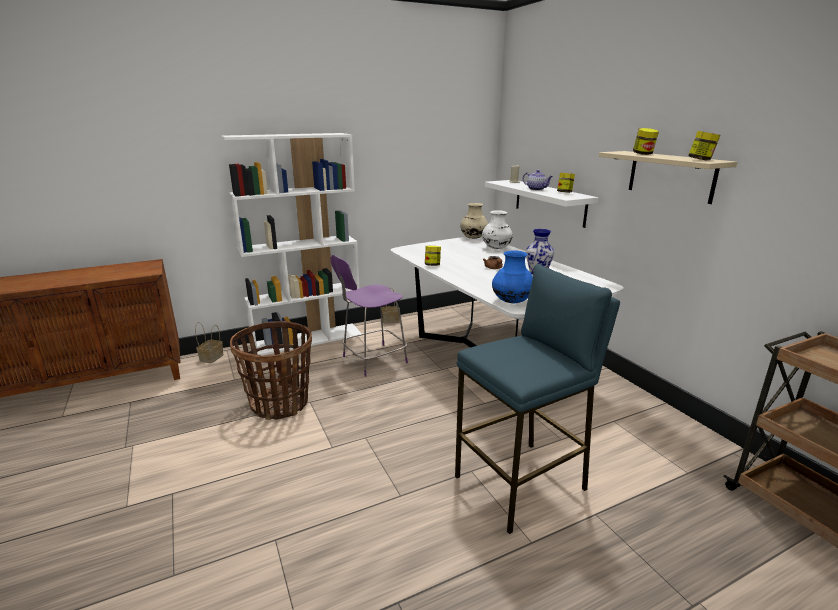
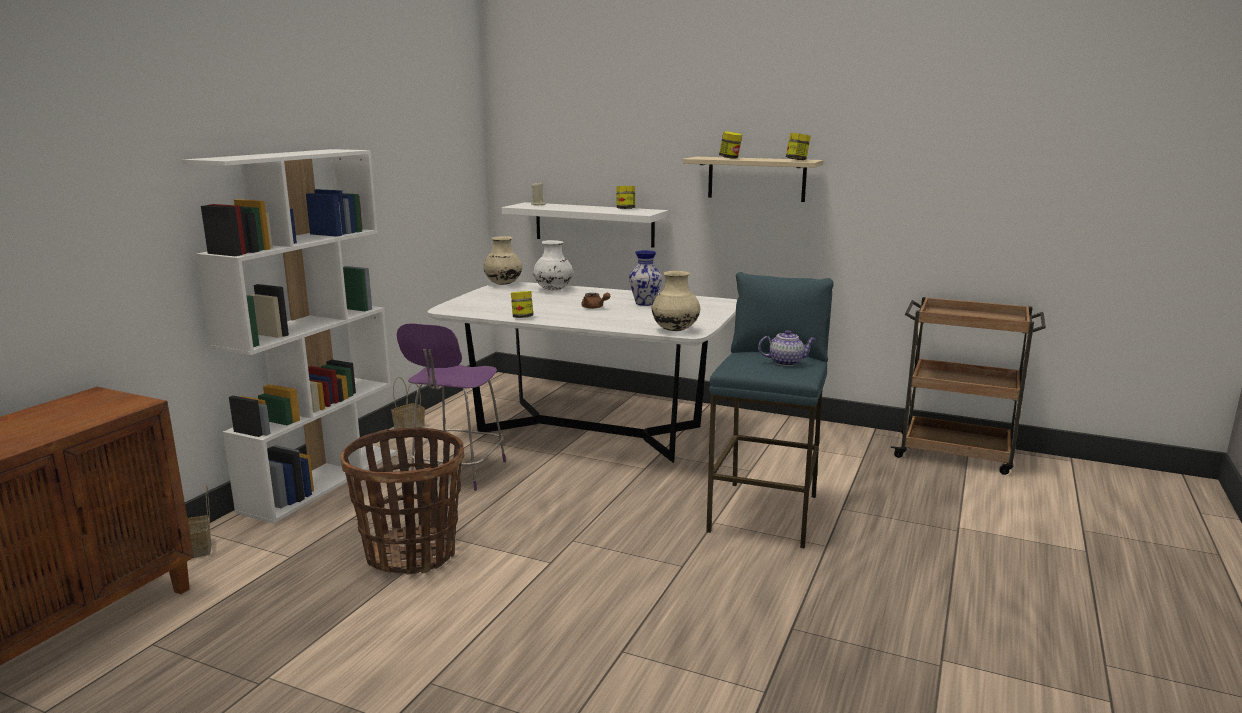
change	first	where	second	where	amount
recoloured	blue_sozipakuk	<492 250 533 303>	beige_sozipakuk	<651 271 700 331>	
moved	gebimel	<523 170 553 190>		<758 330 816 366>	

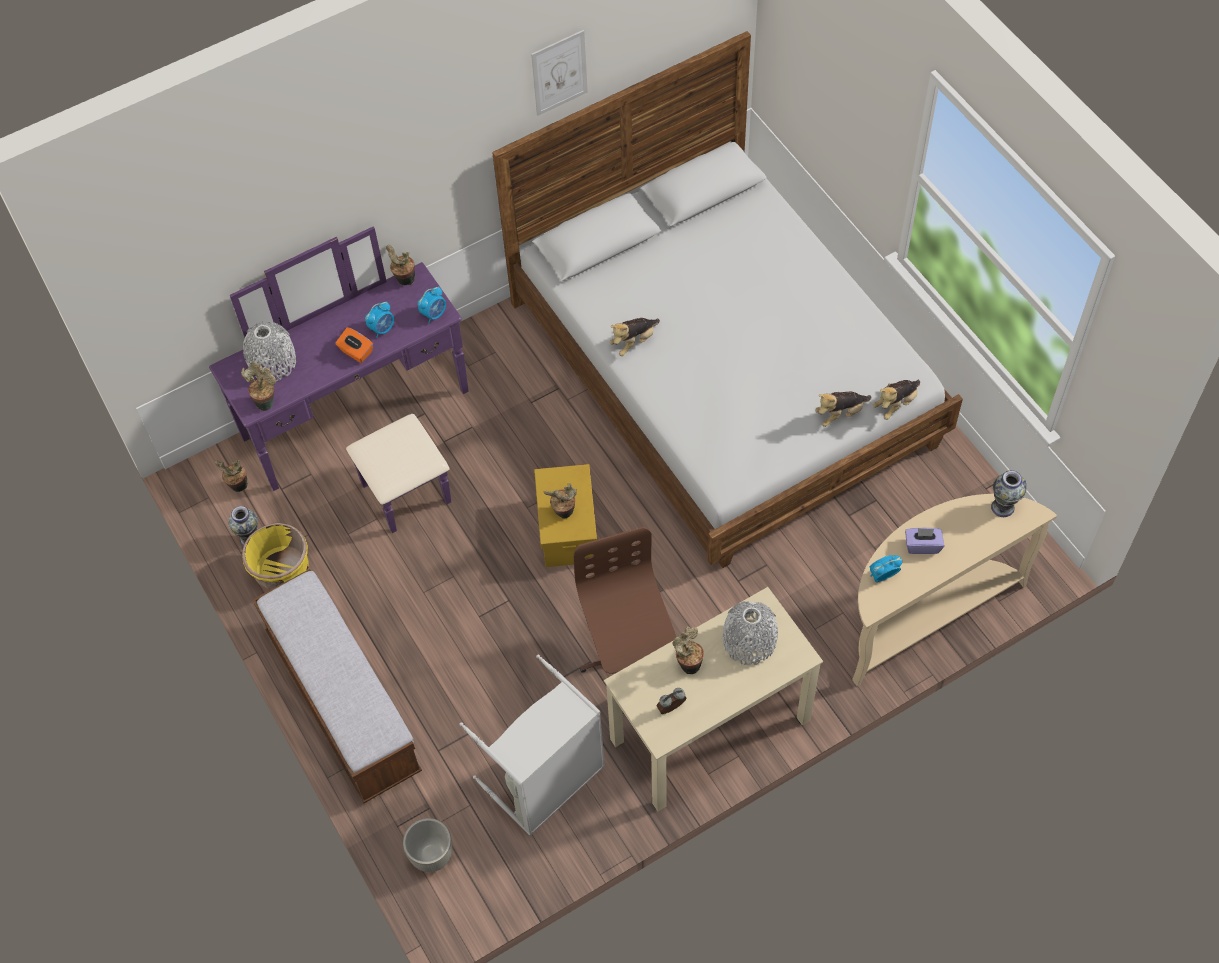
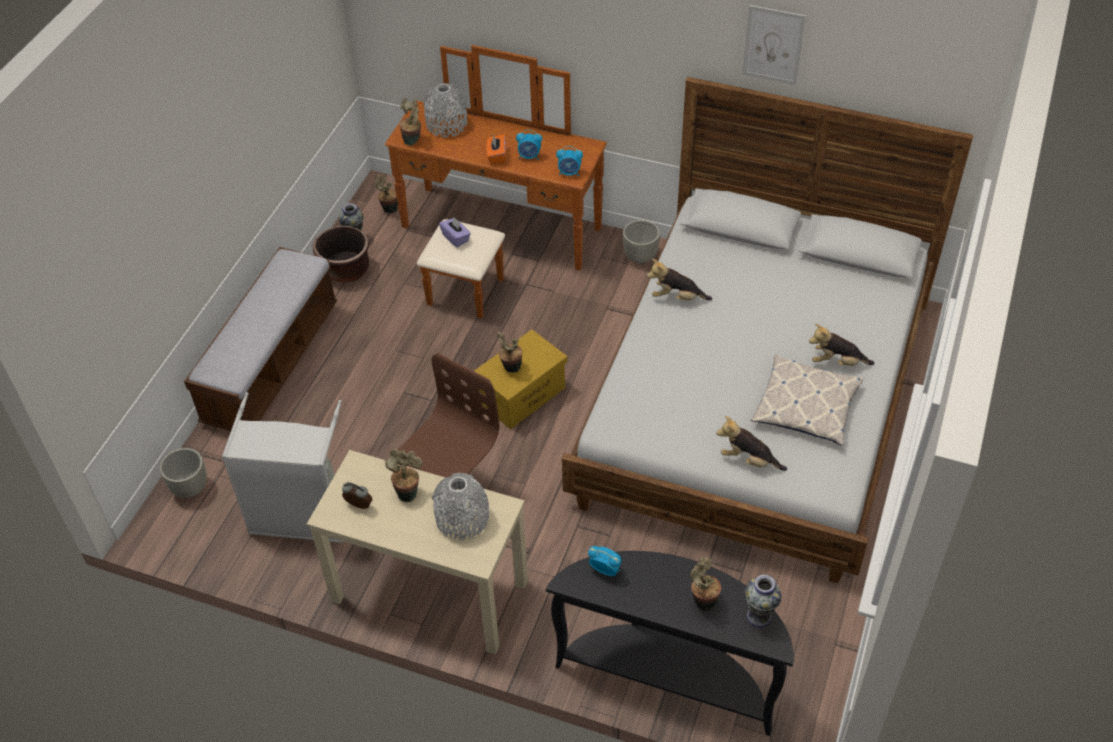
change	first	where	second	where	amount
recoloured	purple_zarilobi	<209 226 469 533>	brown_zarilobi	<385 45 607 319>	
recoloured	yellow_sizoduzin	<242 523 308 590>	brown_sizoduzin	<313 226 369 283>	
moved	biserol	<386 245 415 285>		<691 557 721 611>	
recoloured	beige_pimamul	<852 494 1057 686>	black_pimamul	<546 551 794 736>	
moved	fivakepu	<873 380 920 420>		<809 324 874 366>	
moved	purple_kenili	<905 528 944 554>		<439 217 471 247>	
added			grey_sizoduzin	<623 220 660 263>	
added			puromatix	<751 354 864 446>	

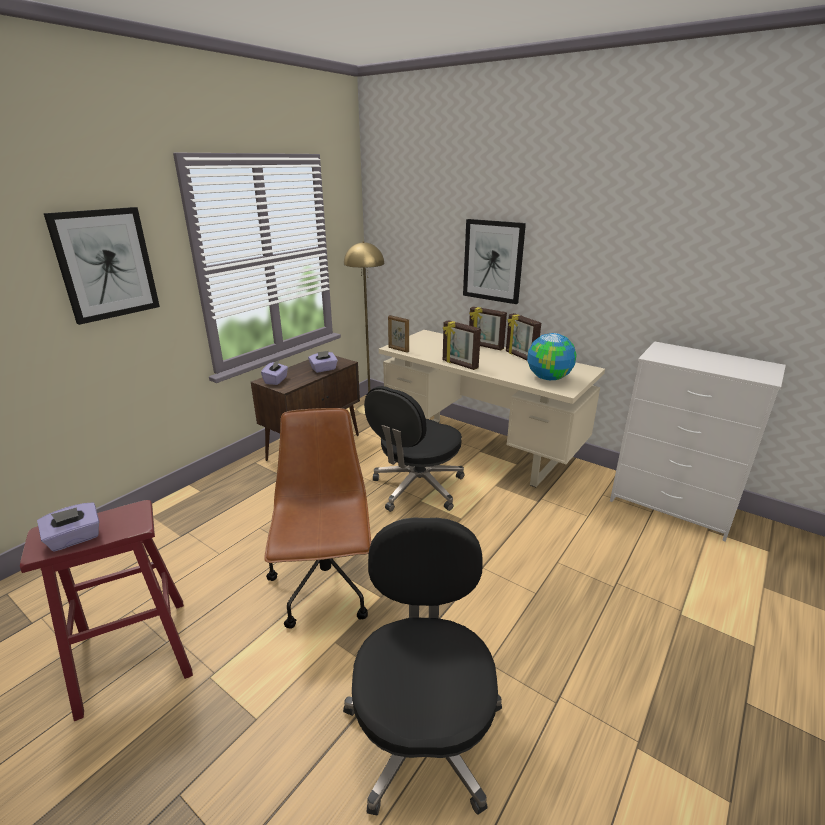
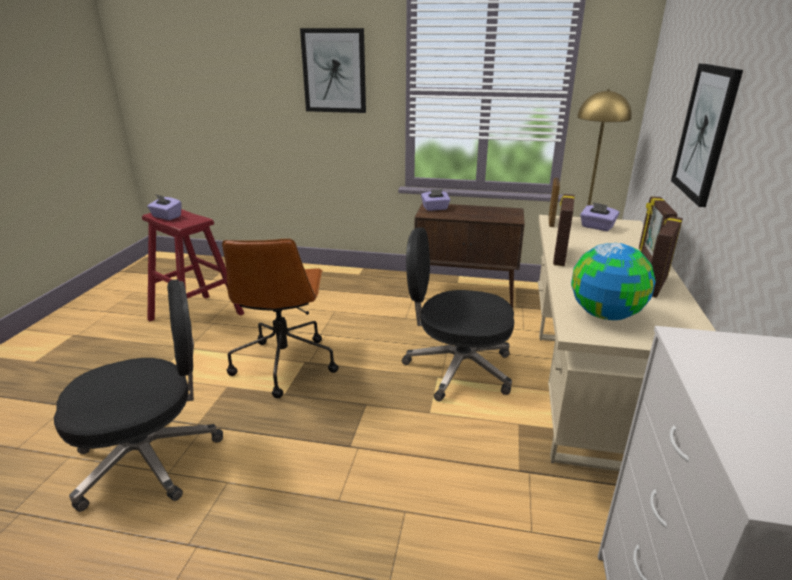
change	first	where	second	where	amount
turned	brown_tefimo	<264 408 371 629>		<222 238 338 398>	120 degrees clockwise
moved	purple_kenili	<308 351 338 373>		<580 202 620 231>	

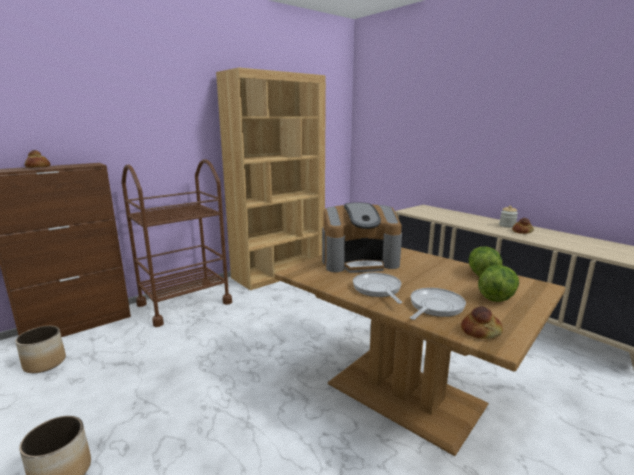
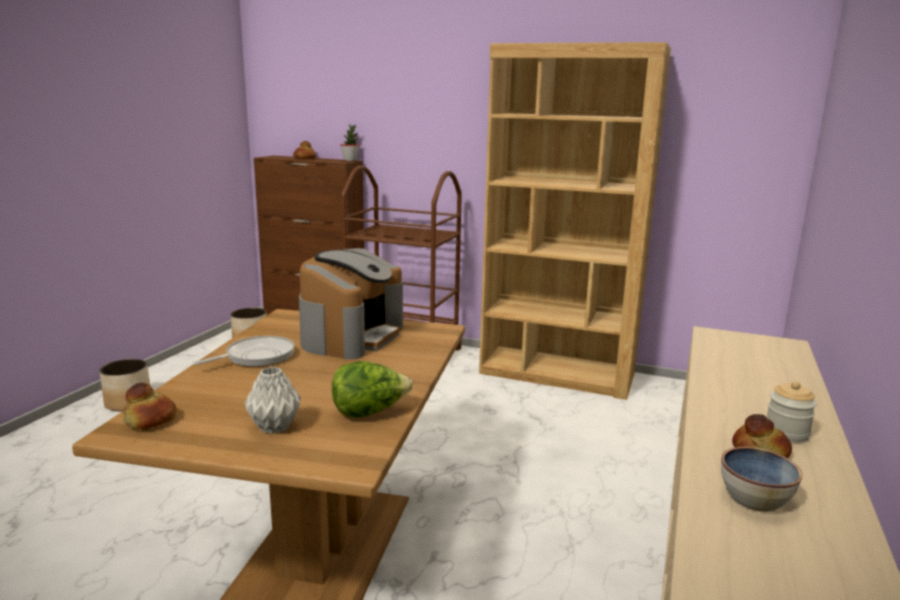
change	first	where	second	where	amount
turned	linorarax	<322 202 402 273>		<299 248 403 360>	120 degrees counterclockwise
removed	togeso	<410 288 466 320>			
replaced	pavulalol	<478 265 519 302>	grey_sozipakuk	<244 367 301 434>	
added			biserol	<340 124 359 161>	
added			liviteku	<721 447 802 512>	

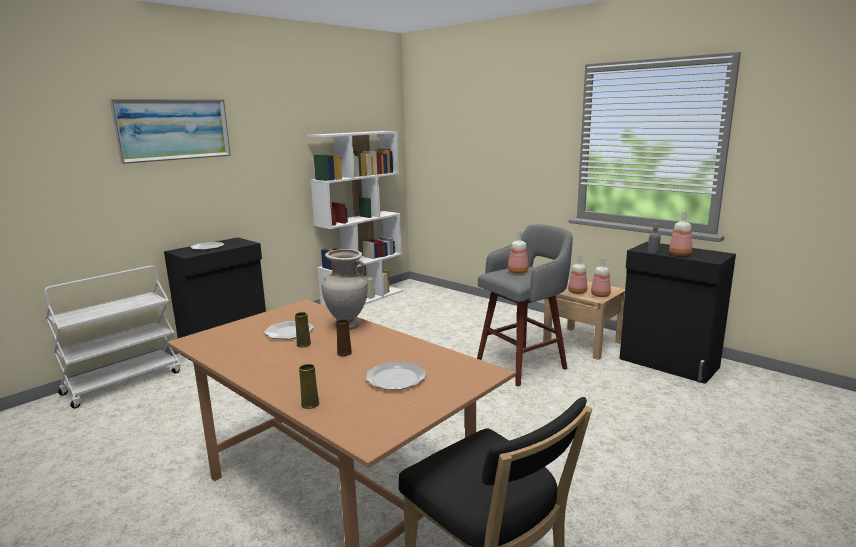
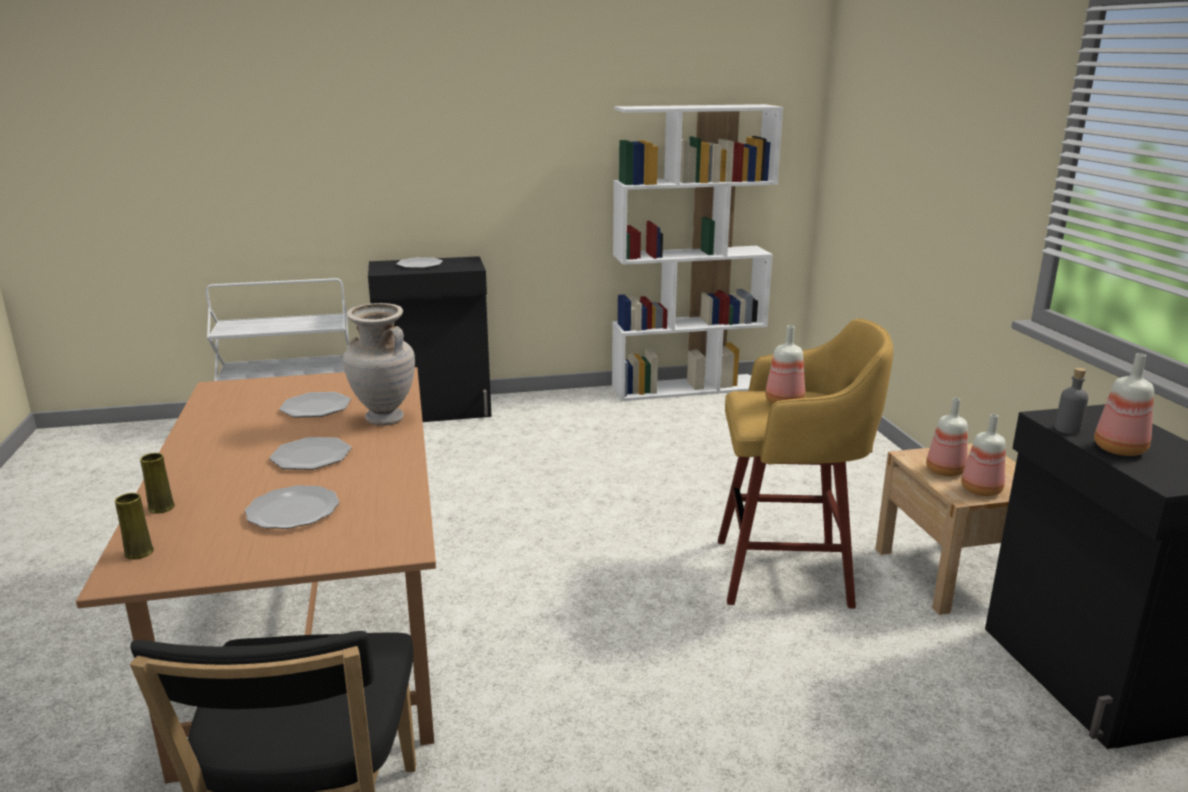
change	first	where	second	where	amount
removed	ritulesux	<110 99 231 164>			
moved	yellow_sozipakuk	<295 312 311 347>		<115 493 154 560>	
replaced	brown_sozipakuk	<336 319 352 356>	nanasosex	<269 437 352 470>	
recoloured	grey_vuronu	<477 225 573 386>	yellow_vuronu	<718 318 893 608>	

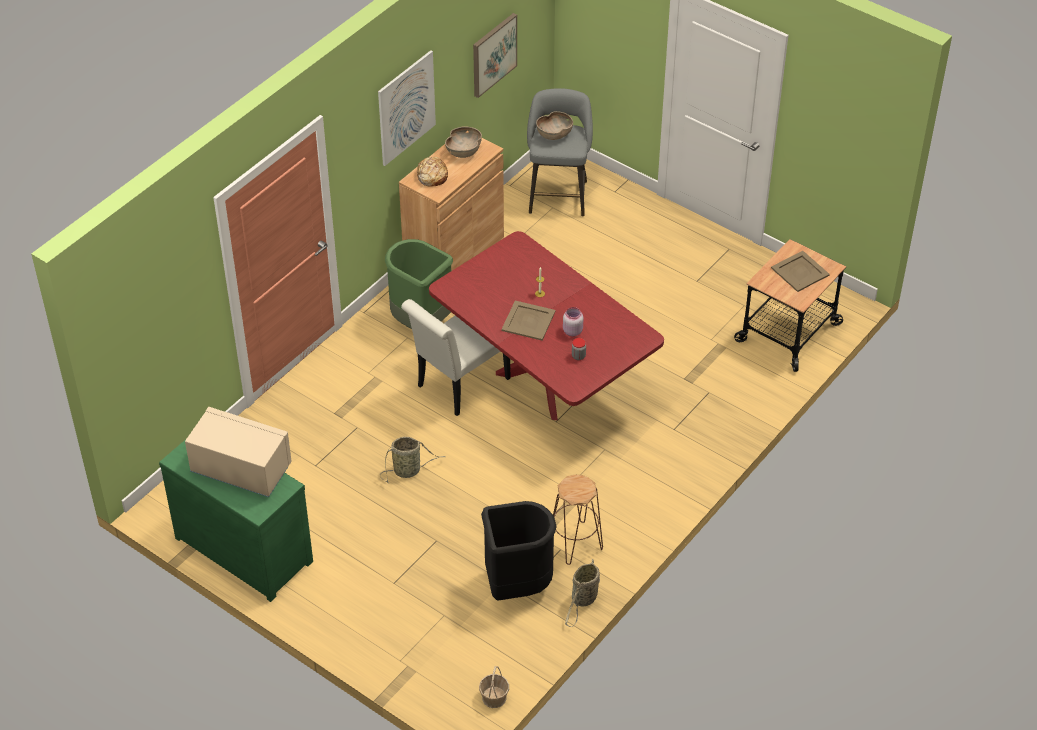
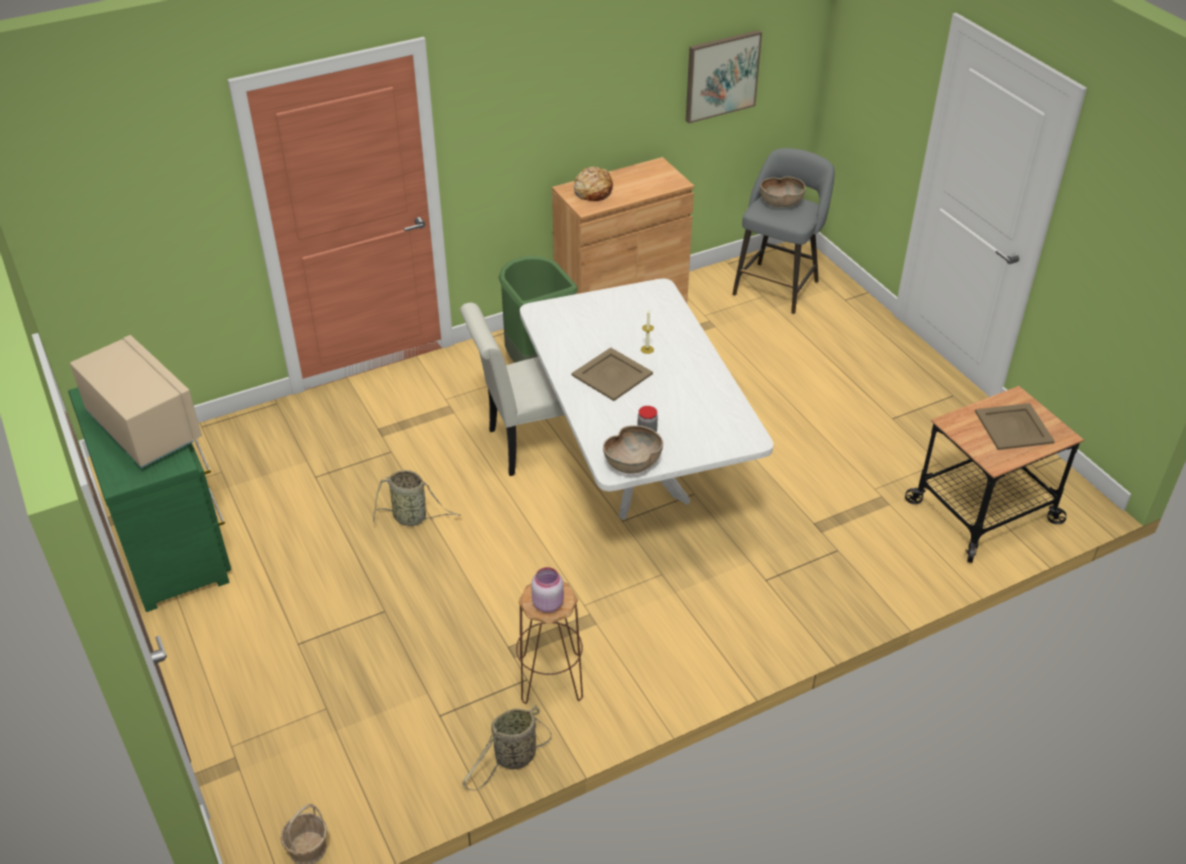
change	first	where	second	where	amount
removed	ritulesux	<378 50 436 166>			
recoloured	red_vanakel	<429 231 664 420>	white_vanakel	<520 278 774 520>	
moved	brown_liviteku	<445 127 482 158>		<603 425 663 474>	
removed	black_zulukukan	<481 501 557 601>			
moved	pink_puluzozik	<563 307 583 336>		<531 567 564 613>	

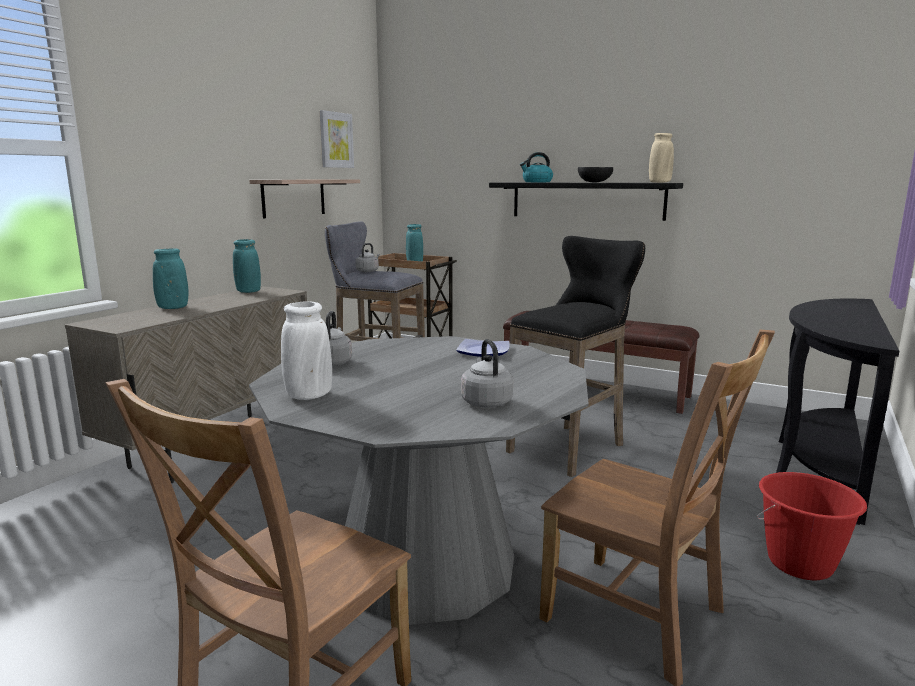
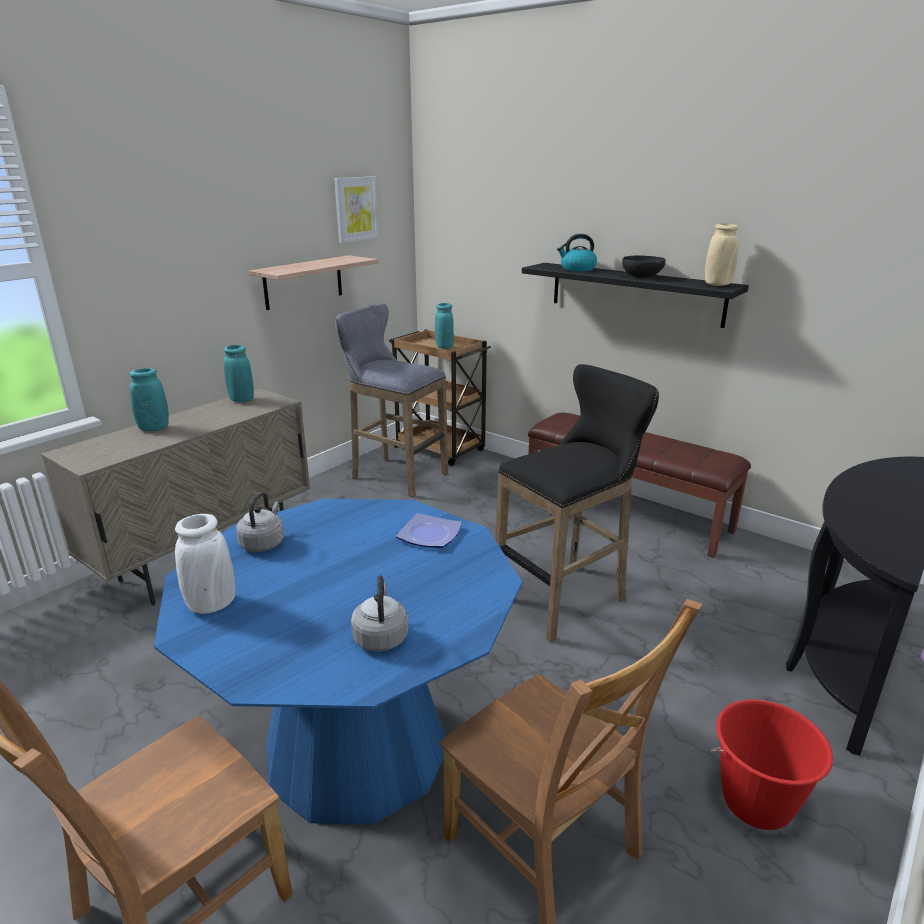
change	first	where	second	where	amount
recoloured	grey_vanakel	<249 336 589 625>	blue_vanakel	<154 499 522 825>	
removed	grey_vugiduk	<355 243 380 272>			

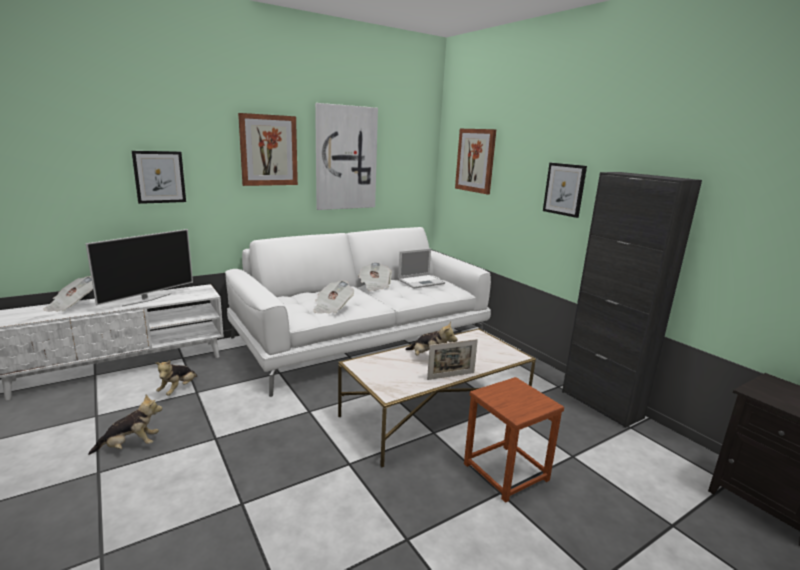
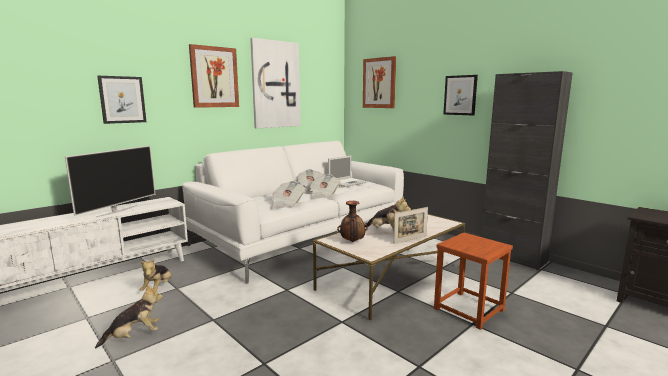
change	first	where	second	where	amount
moved	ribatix	<43 276 93 312>		<310 174 340 199>	
added			sozipakuk	<337 201 368 242>	

